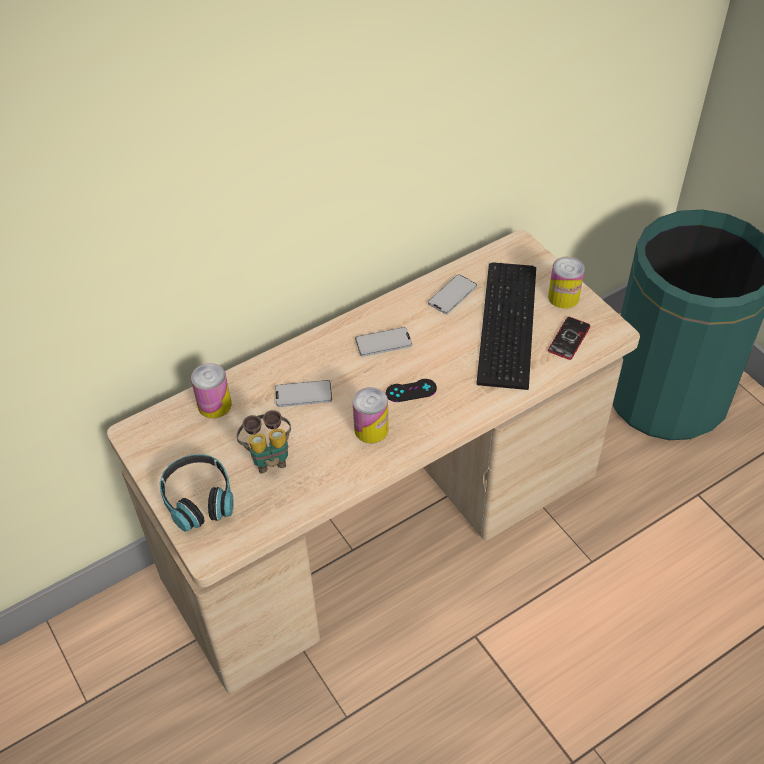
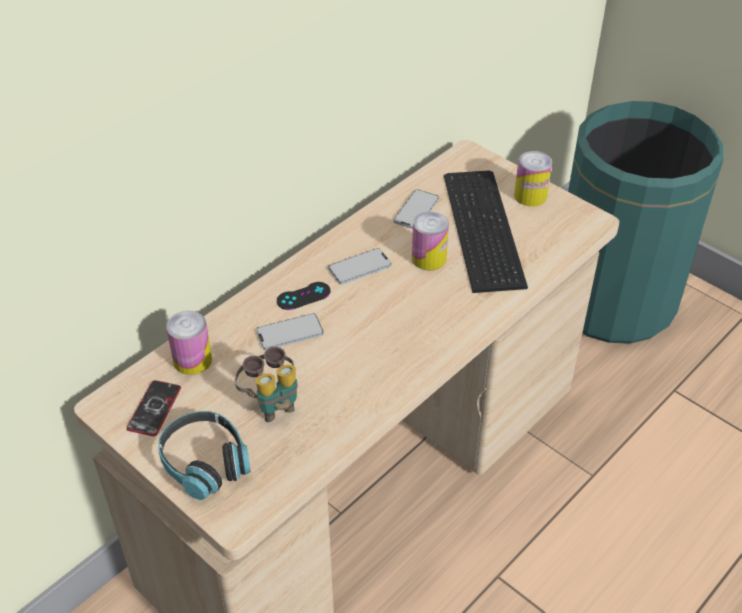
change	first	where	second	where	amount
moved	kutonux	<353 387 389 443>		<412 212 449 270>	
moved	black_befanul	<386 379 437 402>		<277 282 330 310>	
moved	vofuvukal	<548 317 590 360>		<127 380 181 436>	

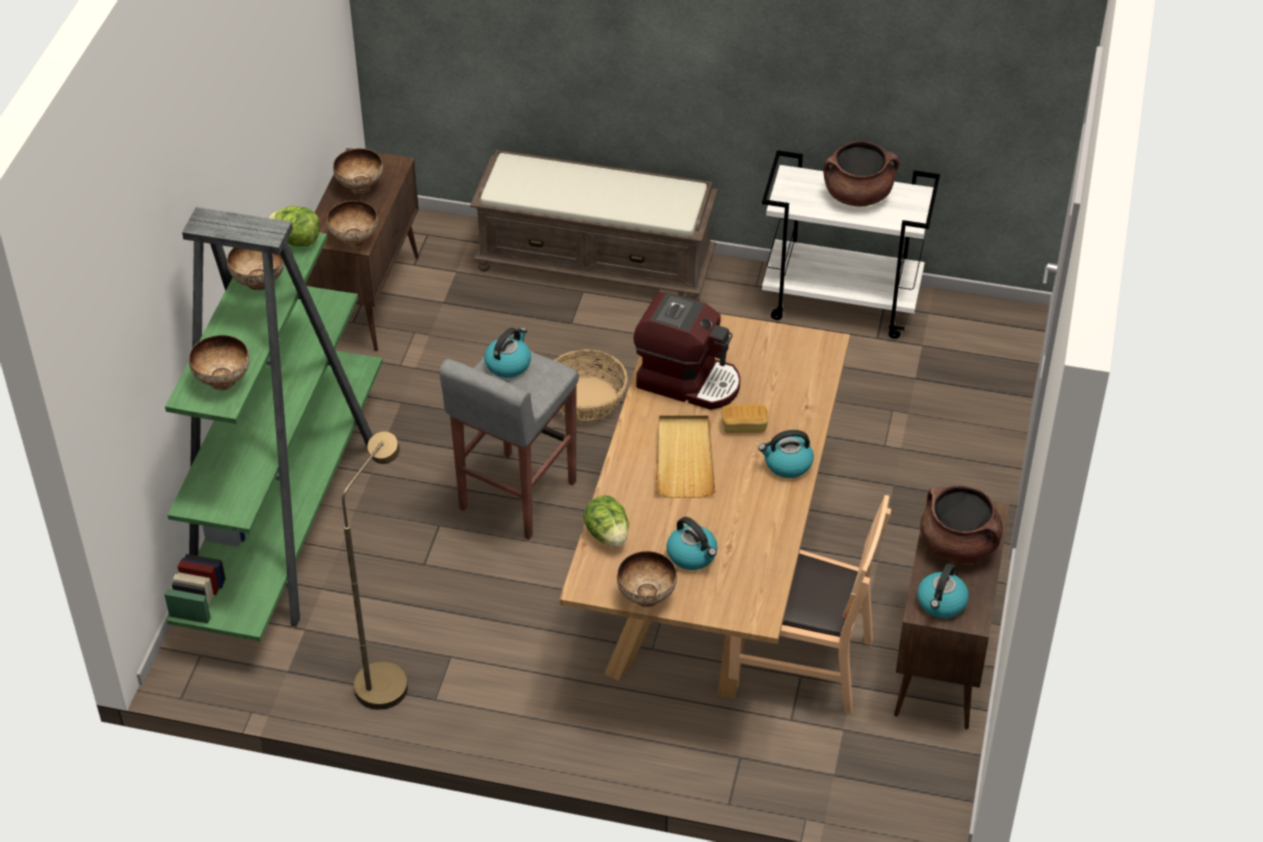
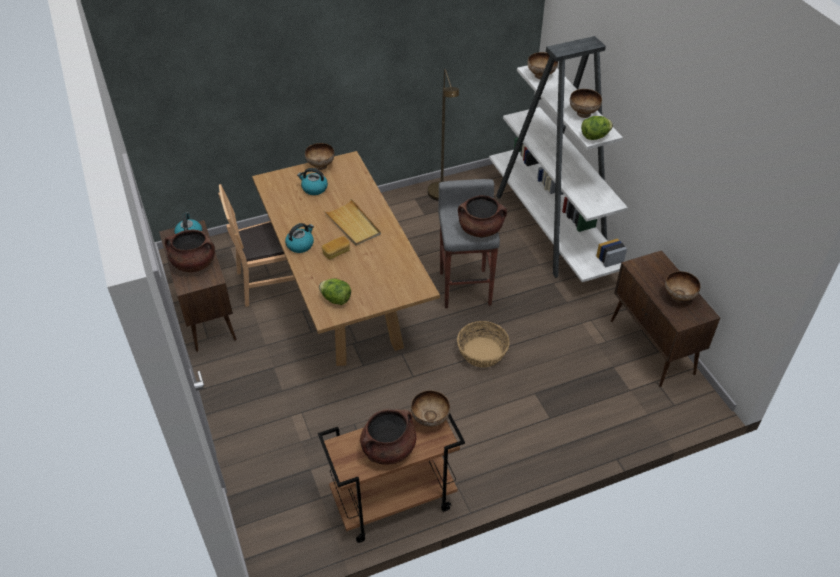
change	first	where	second	where	amount
recoloured	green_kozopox	<164 207 383 642>	white_kozopox	<489 36 628 282>	
moved	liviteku	<327 201 378 247>		<411 390 450 427>	
removed	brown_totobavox	<470 150 718 301>			
replaced	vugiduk	<484 327 531 378>	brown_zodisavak	<458 195 507 237>	
moved	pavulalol	<584 495 629 547>		<319 278 351 305>	
removed	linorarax	<633 292 741 410>			
recoloured	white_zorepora	<762 150 940 339>	brown_zorepora	<318 412 465 543>	

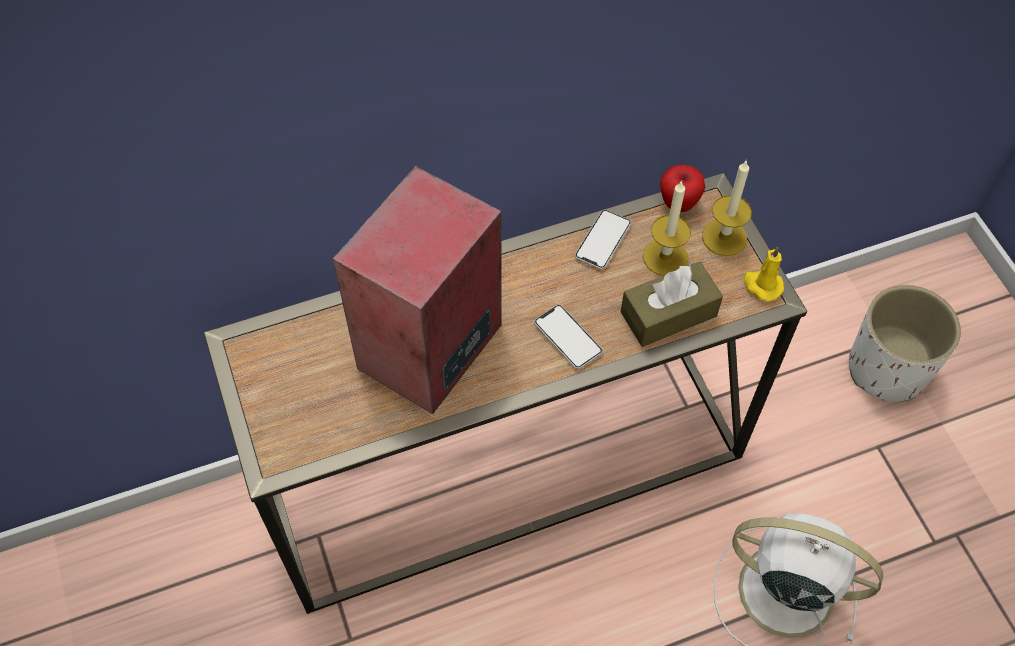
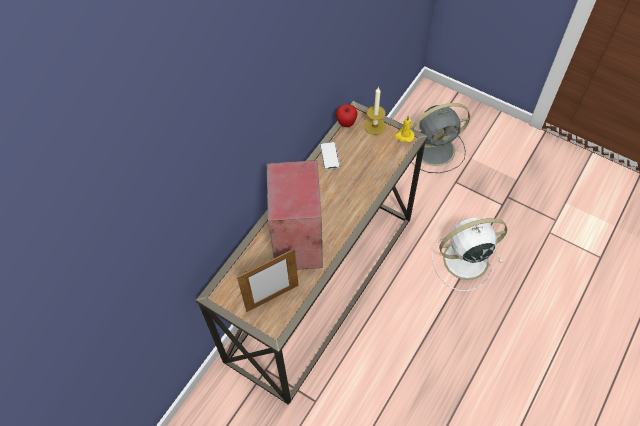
change	first	where	second	where	amount
removed	vofuvukal	<534 305 603 369>			
removed	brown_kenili	<621 262 723 347>			
removed	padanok	<643 181 691 276>			
replaced	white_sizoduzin	<849 285 961 402>	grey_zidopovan	<411 103 470 173>	
added			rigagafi	<237 248 299 312>	

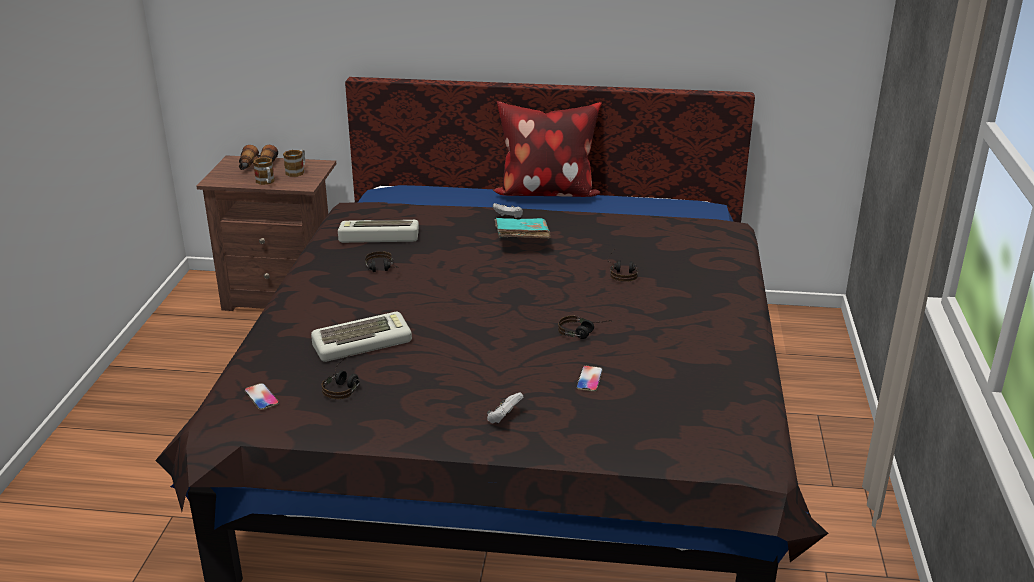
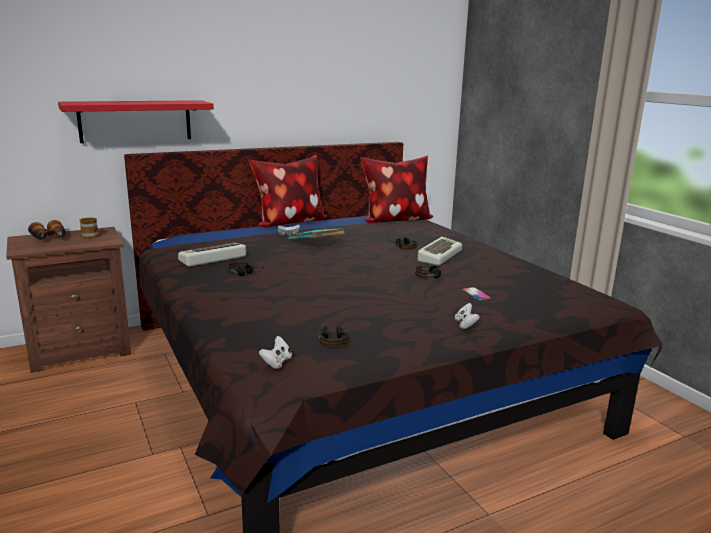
change	first	where	second	where	amount
replaced	vofuvukal	<244 383 279 410>	white_befanul	<259 336 292 369>	
removed	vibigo	<253 157 275 185>			
moved	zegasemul	<311 312 412 362>		<418 237 462 266>	
added			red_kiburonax	<58 100 214 143>	
added			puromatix	<360 156 433 223>	

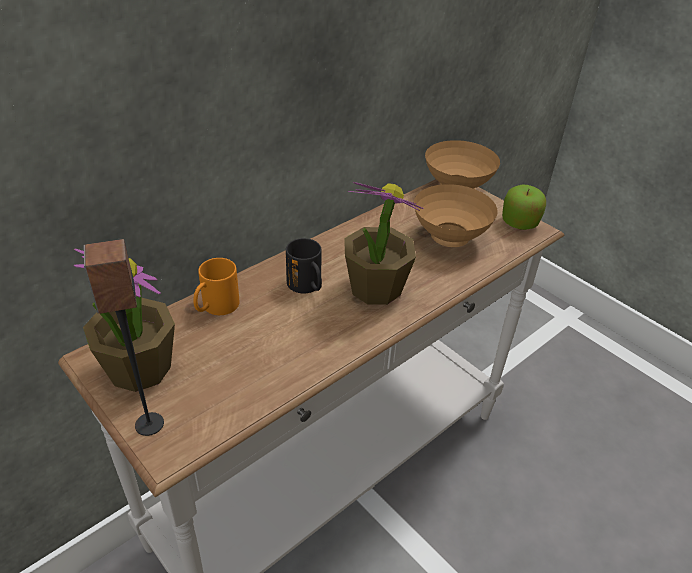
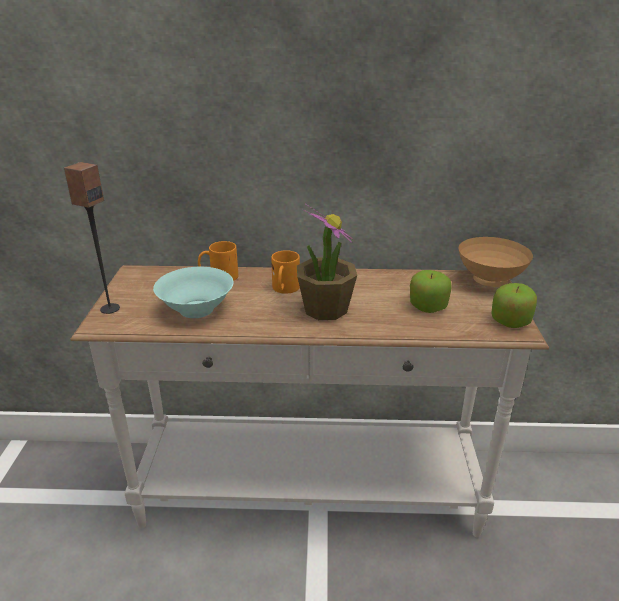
change	first	where	second	where	amount
removed	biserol	<74 248 175 392>			
recoloured	black_vibigo	<286 238 322 293>	orange_vibigo	<271 250 300 294>	
replaced	brown_liviteku	<414 184 498 247>	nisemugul	<410 270 452 313>	
added			turquoise_liviteku	<153 267 233 318>	

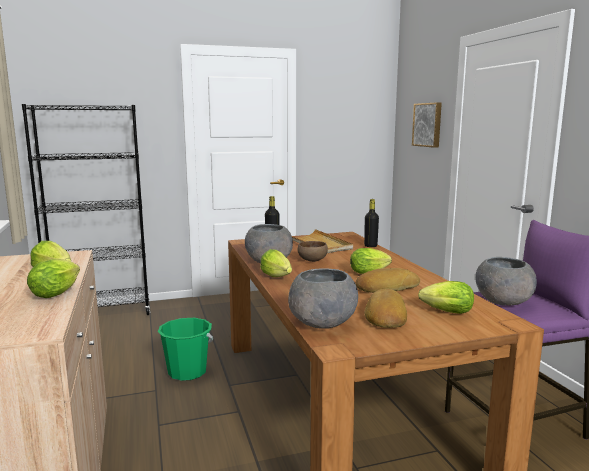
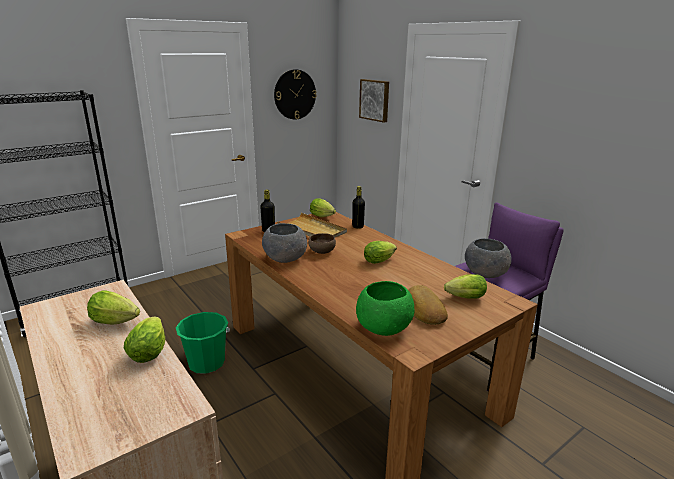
change	first	where	second	where	amount
moved	pavulalol	<260 249 292 277>		<310 198 336 217>	
recoloured	grey_liviteku	<288 268 358 329>	green_liviteku	<356 281 414 336>	
removed	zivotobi	<356 268 420 293>			
added			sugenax	<274 69 317 120>	

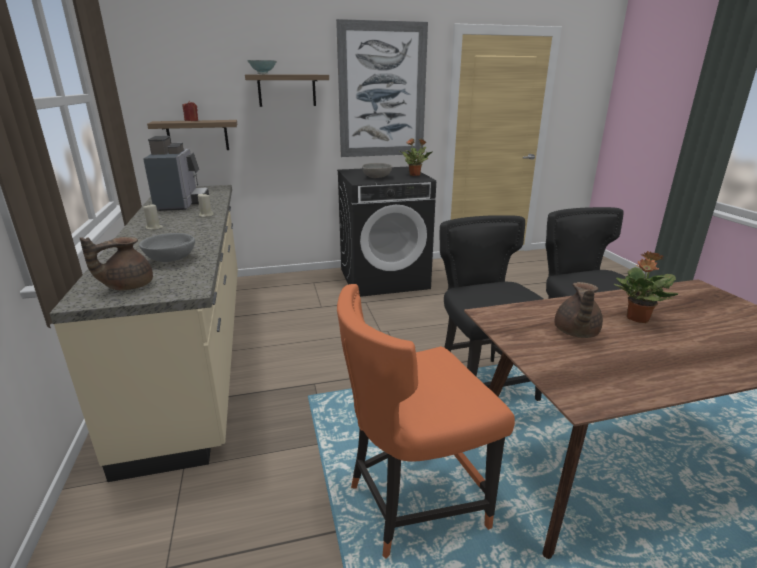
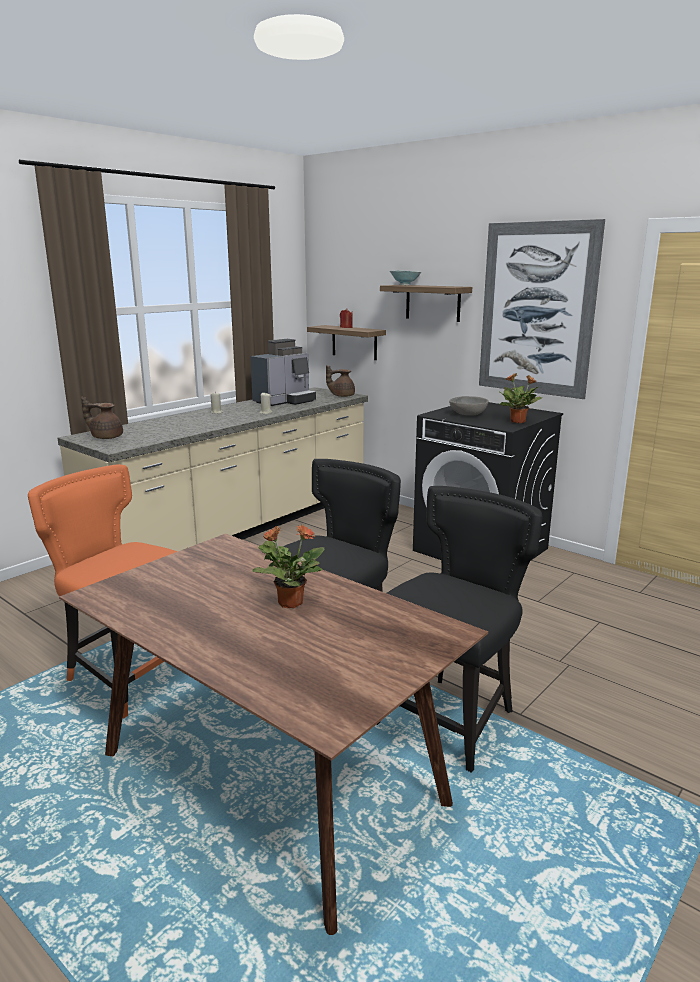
change	first	where	second	where	amount
removed	grey_liviteku	<139 233 195 262>			
moved	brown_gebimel	<554 282 603 338>		<326 365 355 397>	

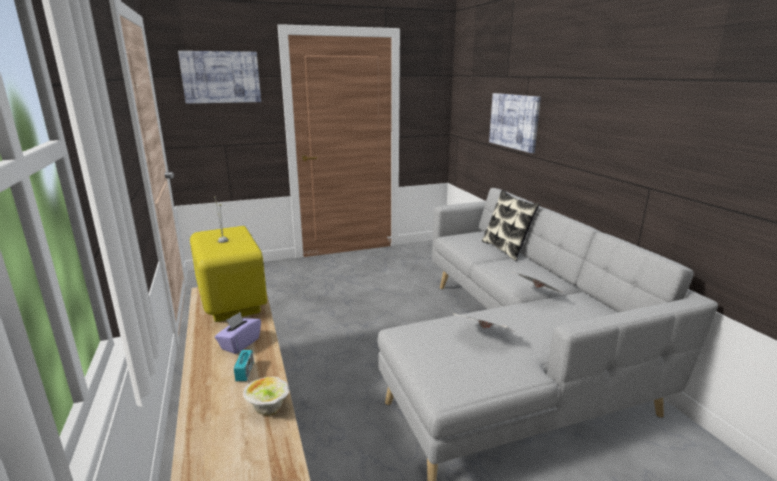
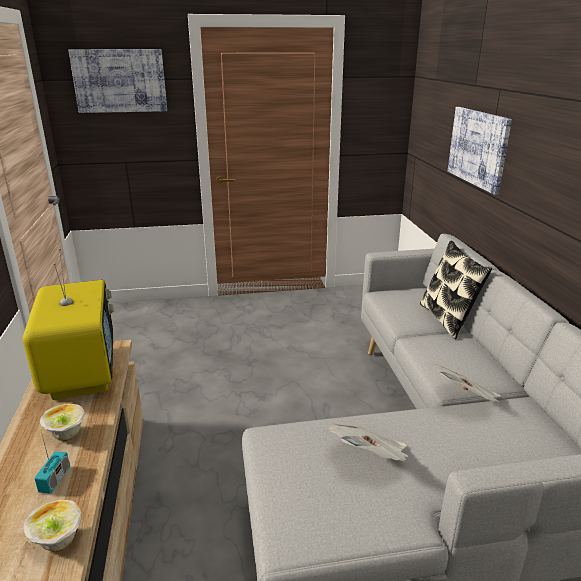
change	first	where	second	where	amount
replaced	purple_kenili	<215 312 261 354>	liviteku	<40 404 85 441>	

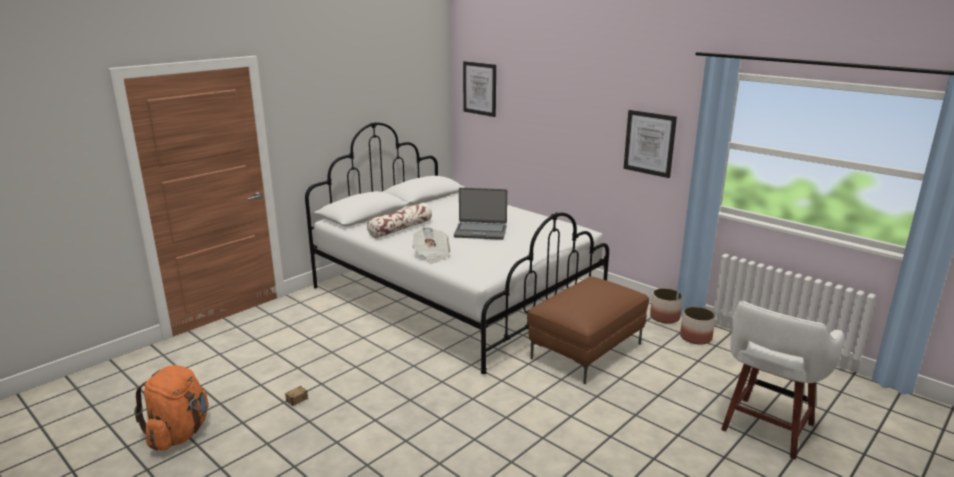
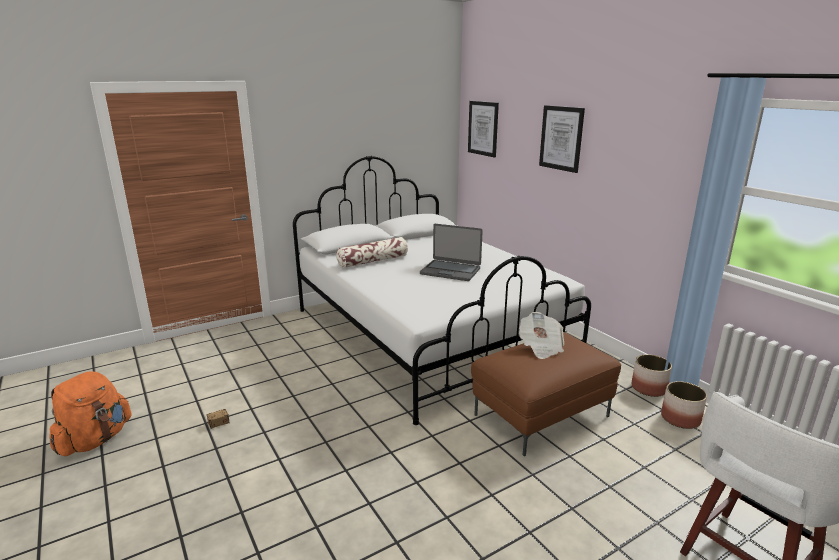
change	first	where	second	where	amount
moved	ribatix	<412 227 451 264>		<519 312 564 359>	
moved	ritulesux	<624 110 677 178>		<539 105 585 173>	

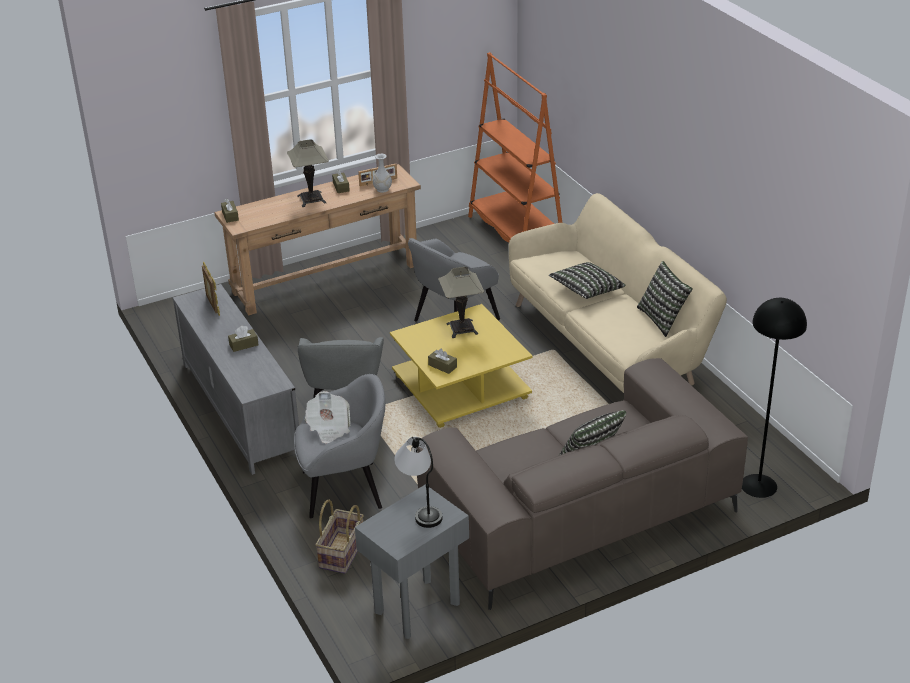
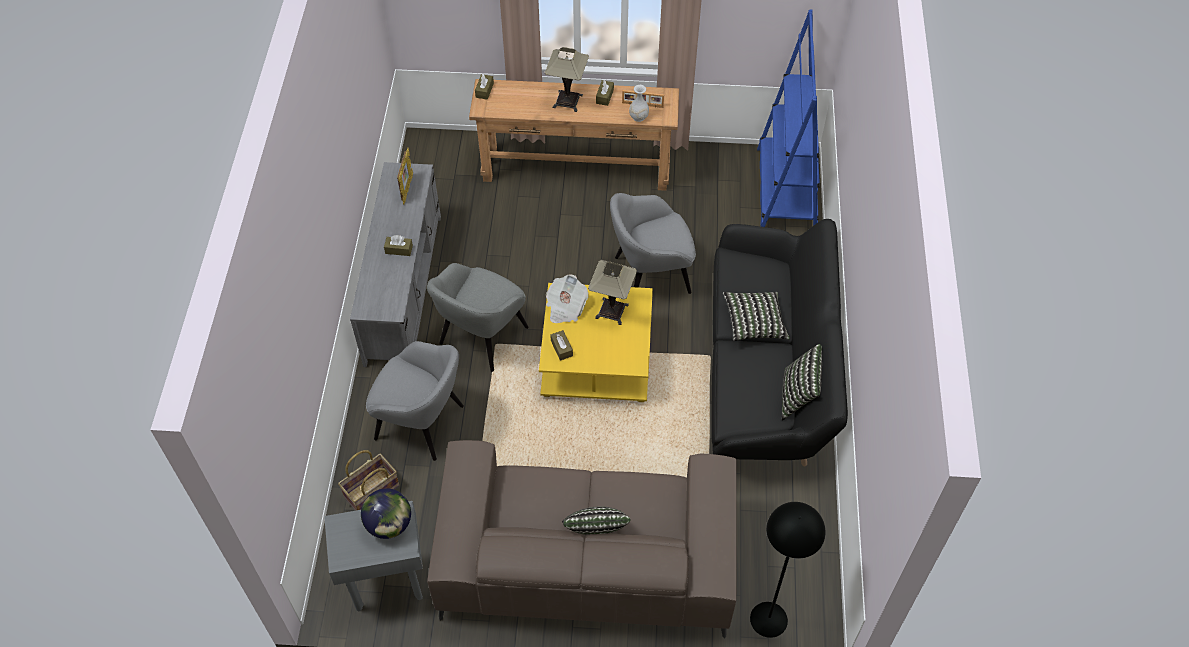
change	first	where	second	where	amount
moved	ribatix	<305 391 351 444>		<546 274 589 323>	
replaced	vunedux	<394 437 442 528>	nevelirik	<361 488 411 539>	
recoloured	orange_kozopox	<468 52 562 243>	blue_kozopox	<757 9 820 227>	
recoloured	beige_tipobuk	<509 193 727 393>	black_tipobuk	<711 219 848 466>	

